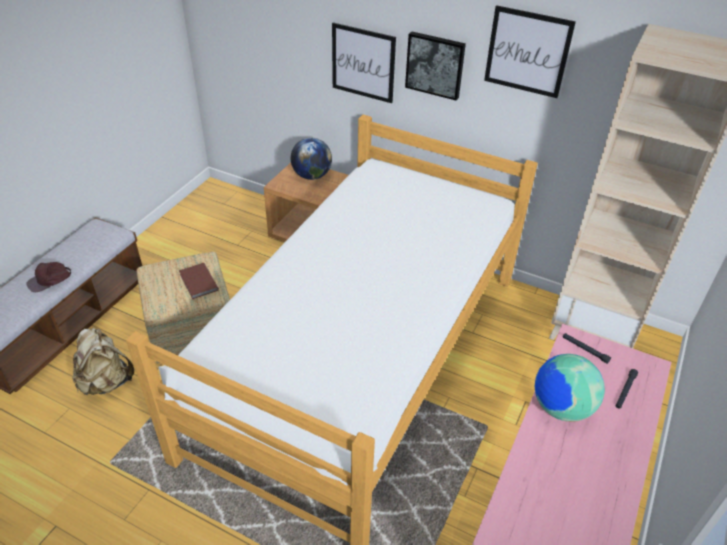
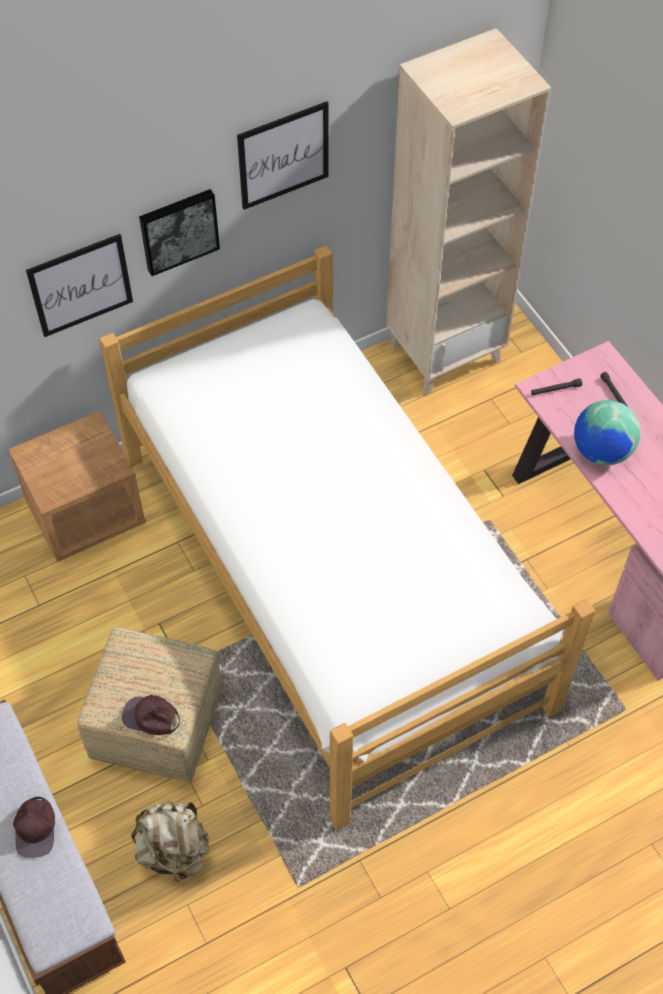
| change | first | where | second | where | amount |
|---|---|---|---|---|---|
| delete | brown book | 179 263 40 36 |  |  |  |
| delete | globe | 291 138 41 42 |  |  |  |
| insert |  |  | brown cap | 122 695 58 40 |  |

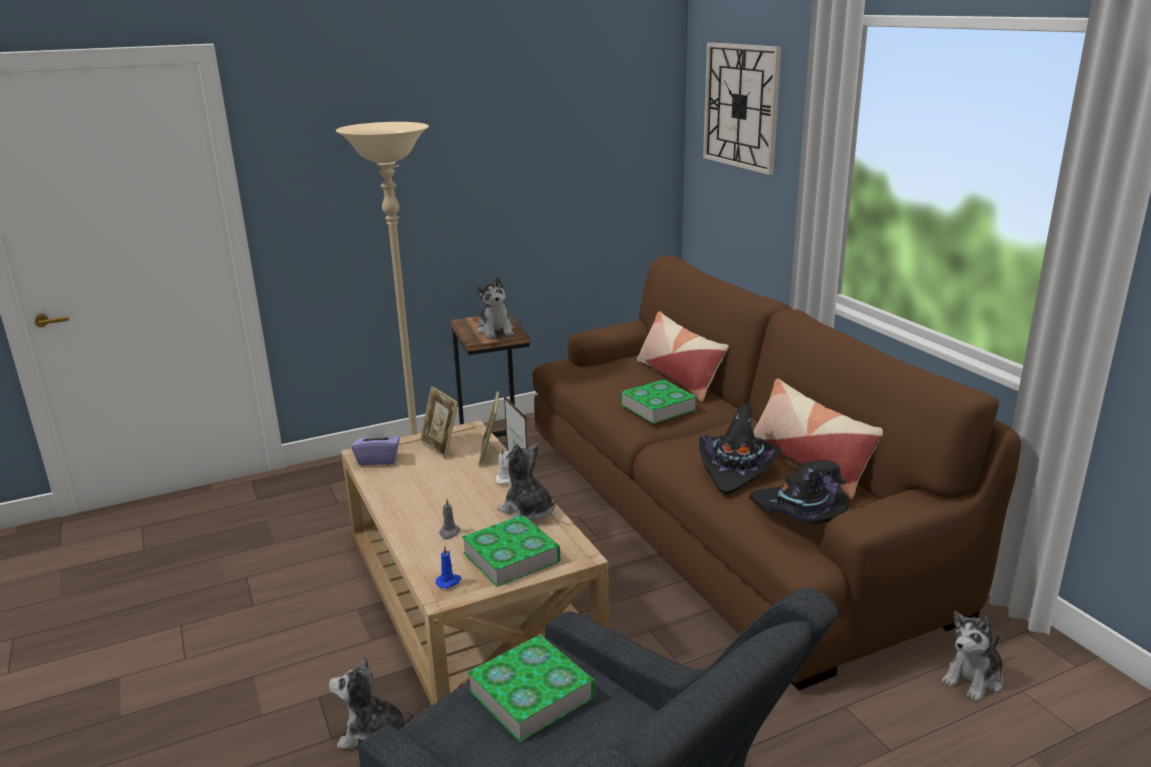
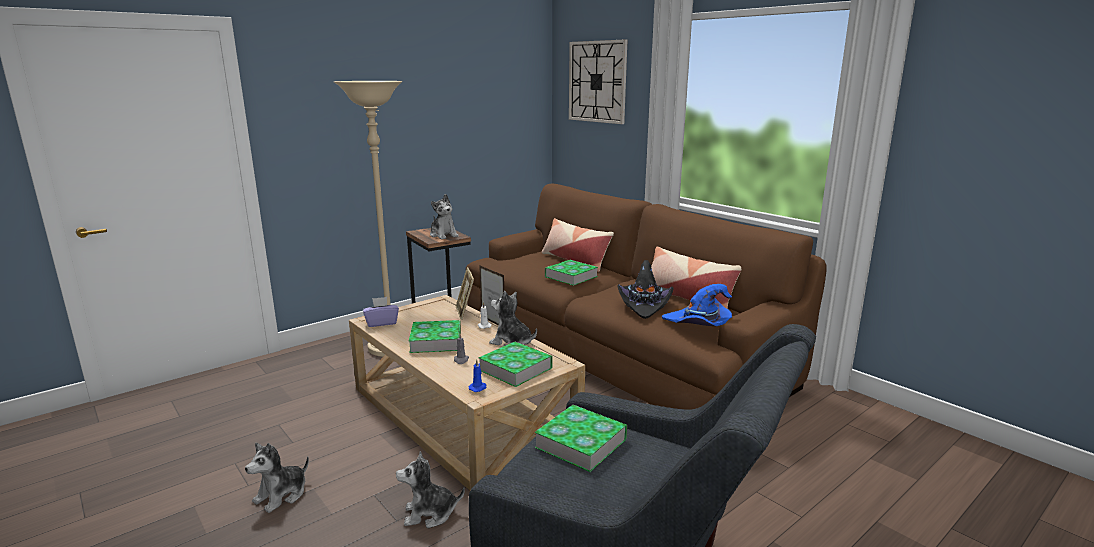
| change | first | where | second | where | amount |
|---|---|---|---|---|---|
| delete | picture frame | 420 386 38 72 |  |  |  |
| recolor | black hat | 749 460 100 65 | blue hat | 662 284 70 42 |  |
| move | plush toy | 942 611 61 90 |  | 245 443 64 70 |  |
| insert |  |  | book | 409 320 52 33 |  |

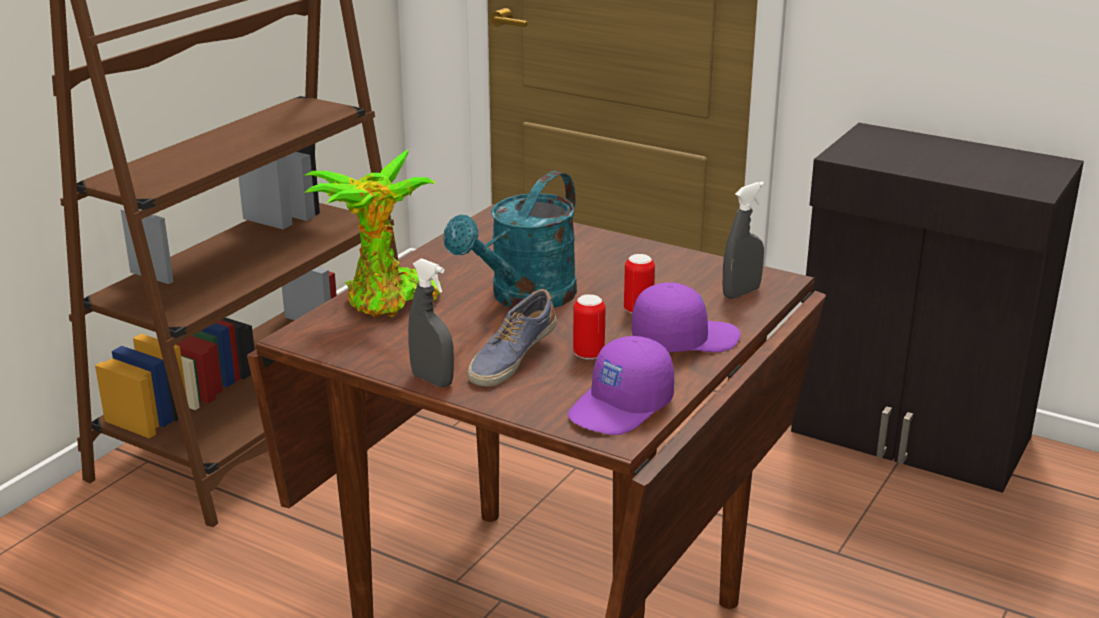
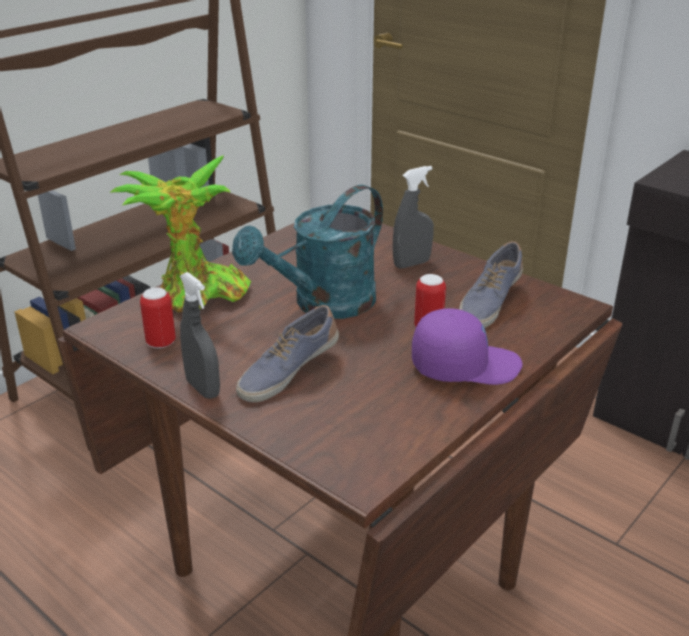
| change | first | where | second | where | amount |
|---|---|---|---|---|---|
| delete | purple cap | 567 336 107 99 |  |  |  |
| move | can | 573 294 33 66 |  | 140 287 36 62 |  |
| move | grey spray bottle | 723 182 41 117 |  | 393 166 41 102 |  |
| insert |  |  | shoe | 459 241 64 87 |  |

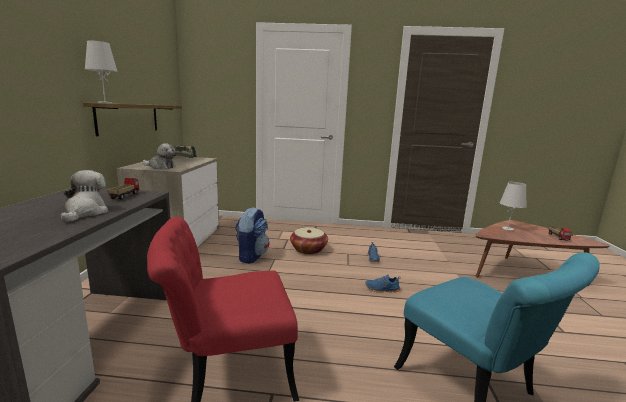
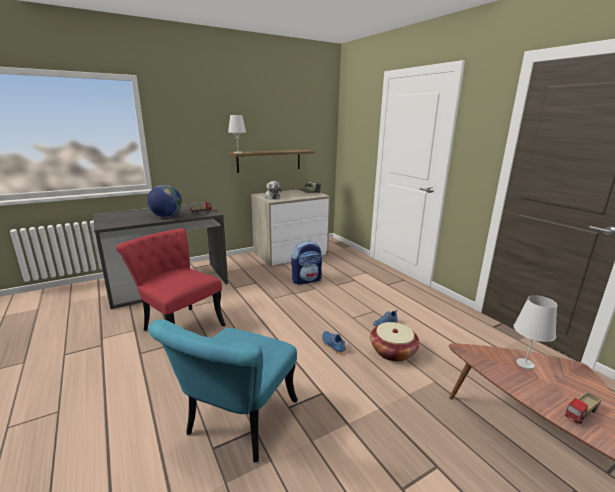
| change | first | where | second | where | amount |
|---|---|---|---|---|---|
| replace | plush toy | 61 170 47 52 | globe | 147 185 35 32 |  |
| move | basket | 290 227 38 27 |  | 370 322 49 40 |  |

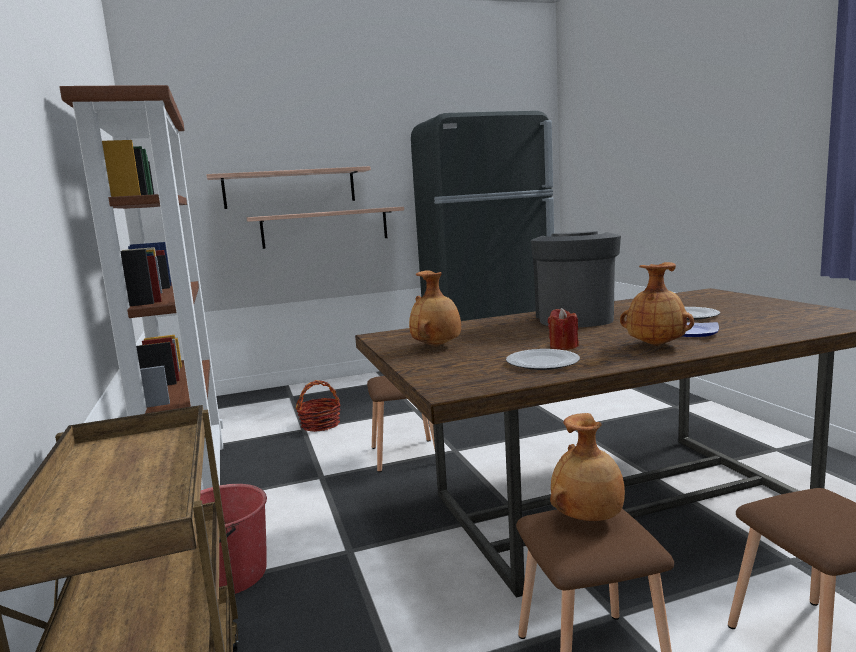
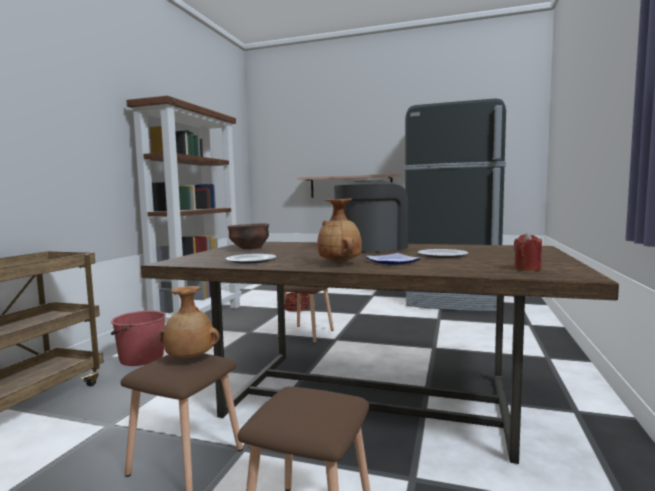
| change | first | where | second | where | amount |
|---|---|---|---|---|---|
| delete | shelf | 206 166 165 43 |  |  |  |
| replace | brown vase | 409 270 52 77 | brown bowl | 227 223 42 26 |  |
| move | red candle | 548 308 31 42 |  | 514 233 28 38 |  |

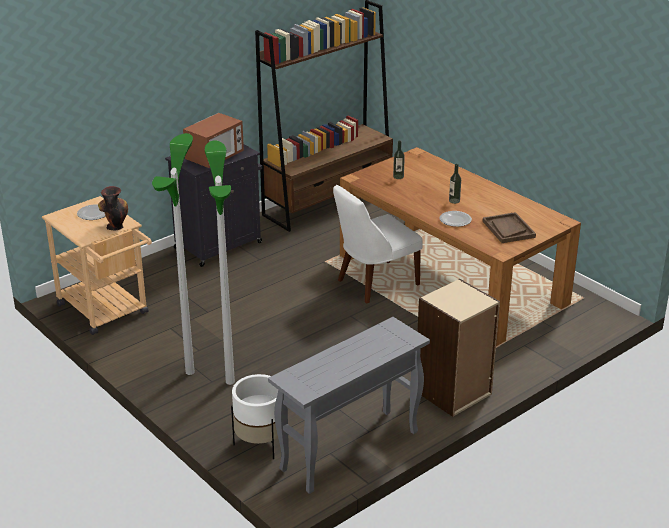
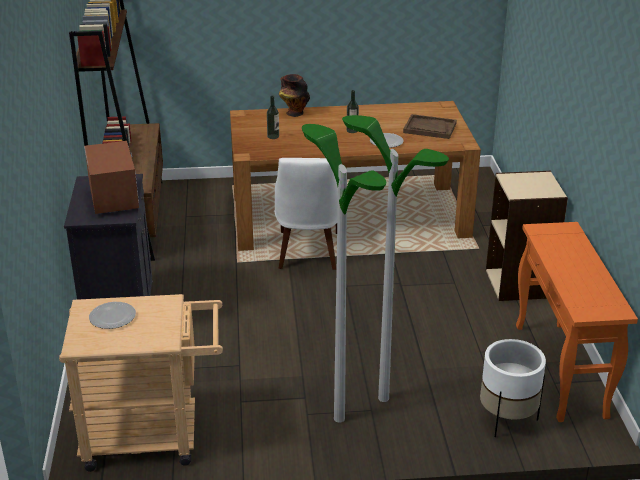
| change | first | where | second | where | amount |
|---|---|---|---|---|---|
| move | vase | 98 186 30 44 |  | 279 74 31 43 |  |
| recolor | grey console table | 268 317 162 177 | orange console table | 516 222 122 200 |  |

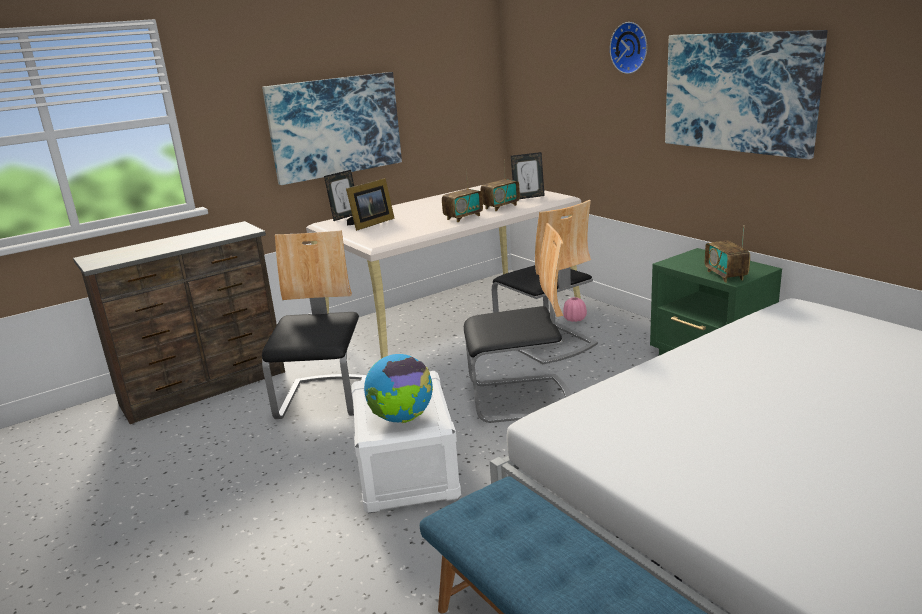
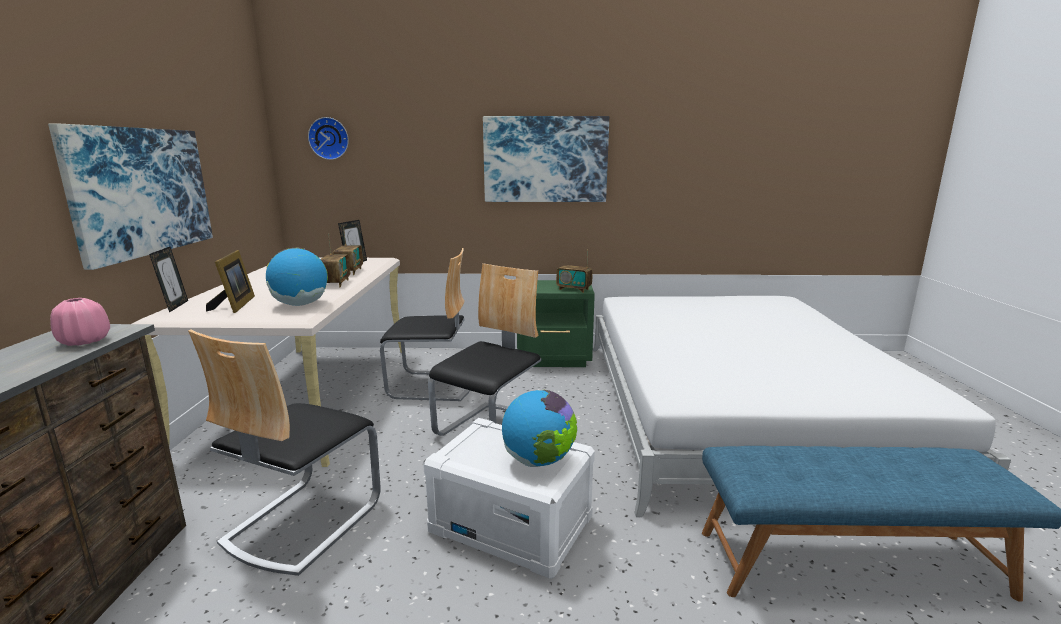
| change | first | where | second | where | amount |
|---|---|---|---|---|---|
| rotate | chair | 262 230 105 189 |  | 188 329 193 247 | 105 degrees counterclockwise |
| move | pink vase | 563 297 24 25 |  | 50 298 60 48 |  |
| move | wall clock | 610 22 37 52 |  | 308 117 41 43 |  |
| insert |  |  | globe | 266 248 62 58 |  |

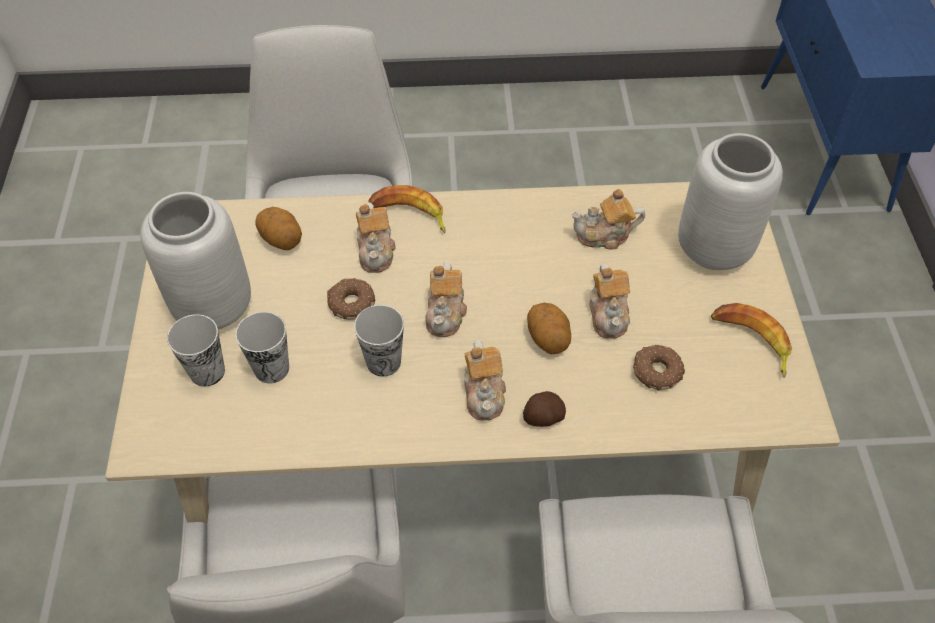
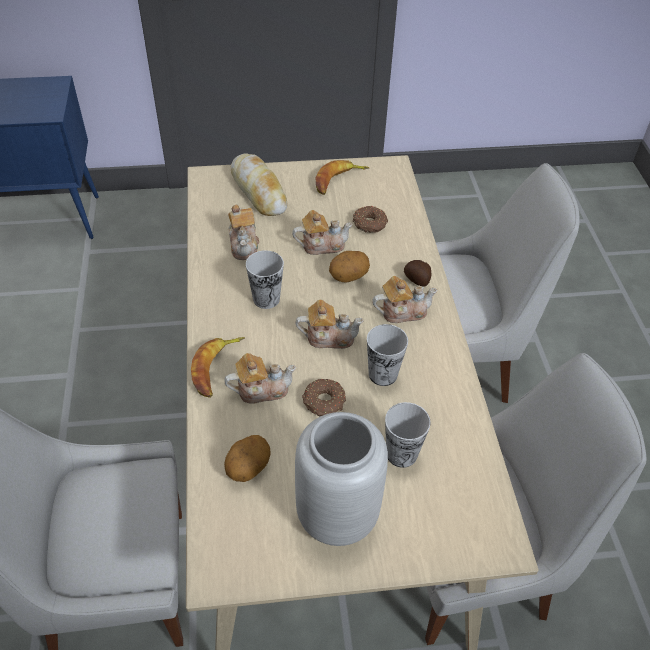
| change | first | where | second | where | amount |
|---|---|---|---|---|---|
| move | cup | 167 314 58 73 |  | 246 250 38 59 |  |
| replace | grey vase | 678 133 105 137 | bread | 231 153 57 63 |  |

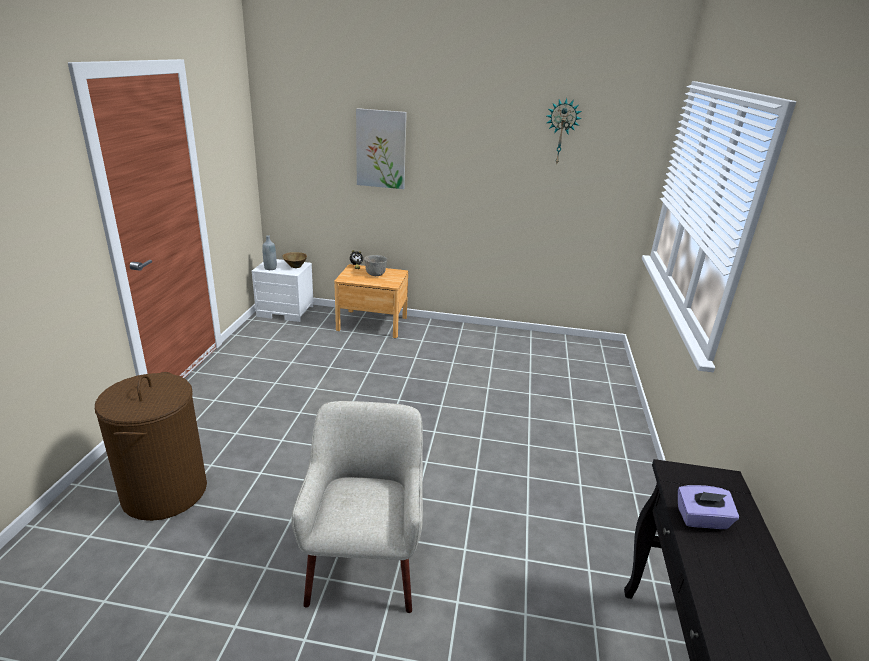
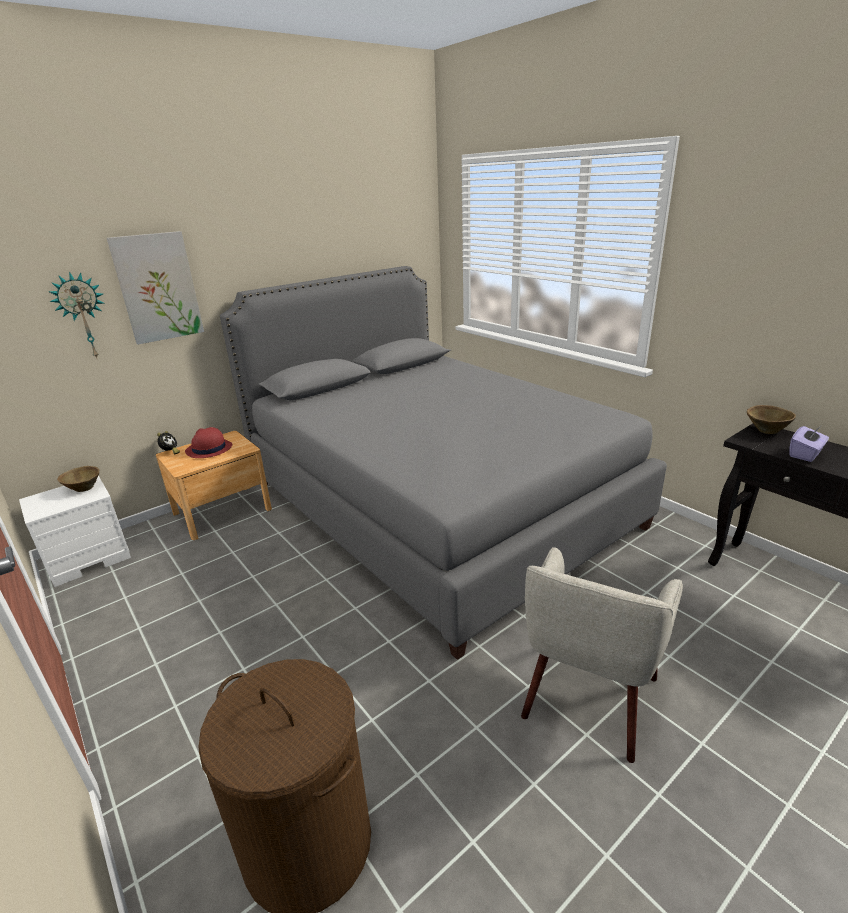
| change | first | where | second | where | amount |
|---|---|---|---|---|---|
| delete | grey bottle | 262 235 15 35 |  |  |  |
| rotate | beige armchair | 291 401 132 212 |  | 521 547 162 216 | 105 degrees counterclockwise |
| replace | grey bowl | 364 255 23 21 | red hat | 185 427 47 31 |  |
| move | wall clock | 547 98 35 65 |  | 48 272 56 86 |  |
| insert |  |  | grey bed | 220 266 447 394 |  |
| insert |  |  | brown bowl | 747 405 49 29 |  |

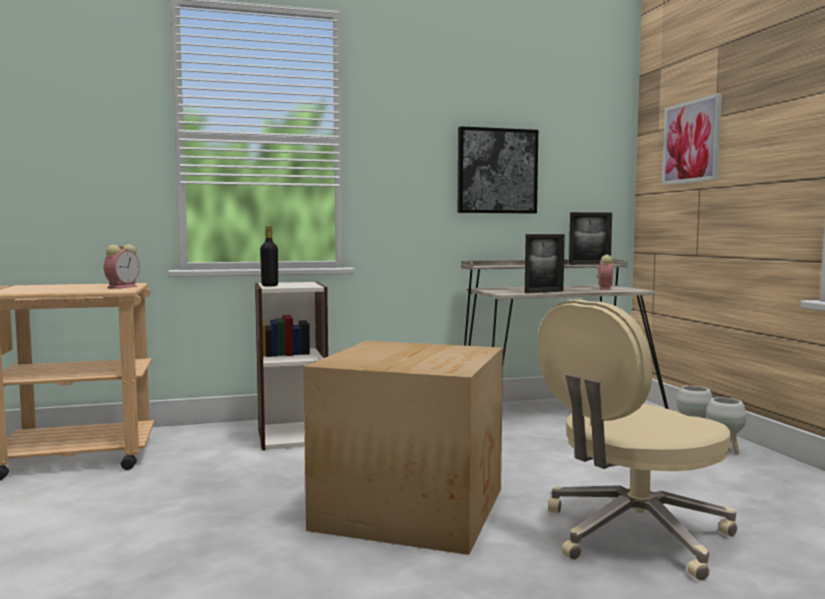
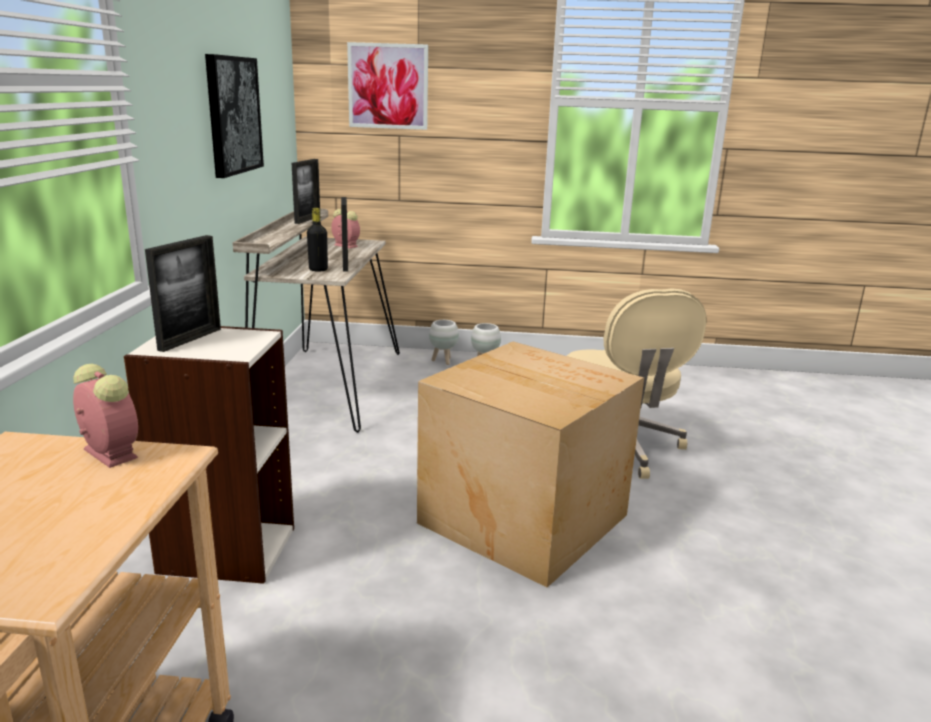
| change | first | where | second | where | amount |
|---|---|---|---|---|---|
| move | black bottle | 260 226 18 60 |  | 307 208 21 63 |  |
| insert |  |  | picture frame | 145 235 76 117 |  |

